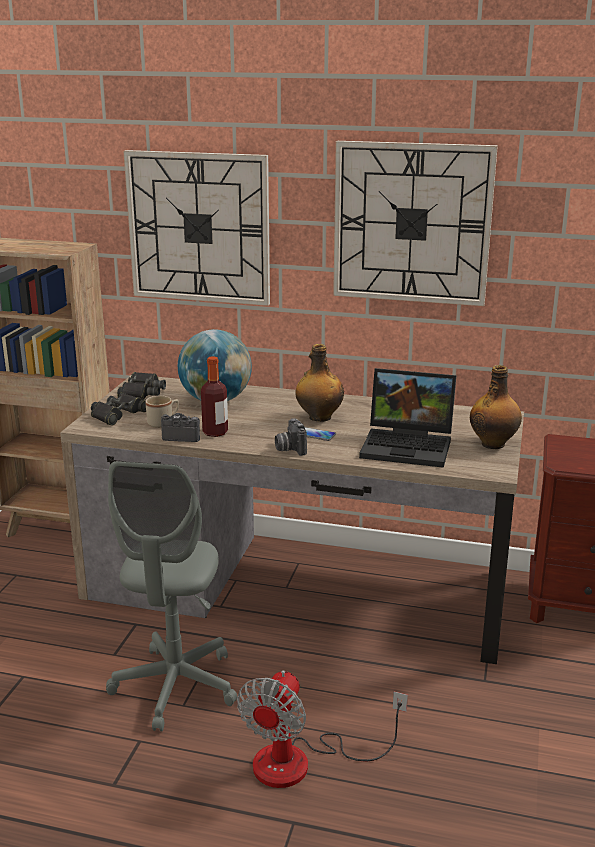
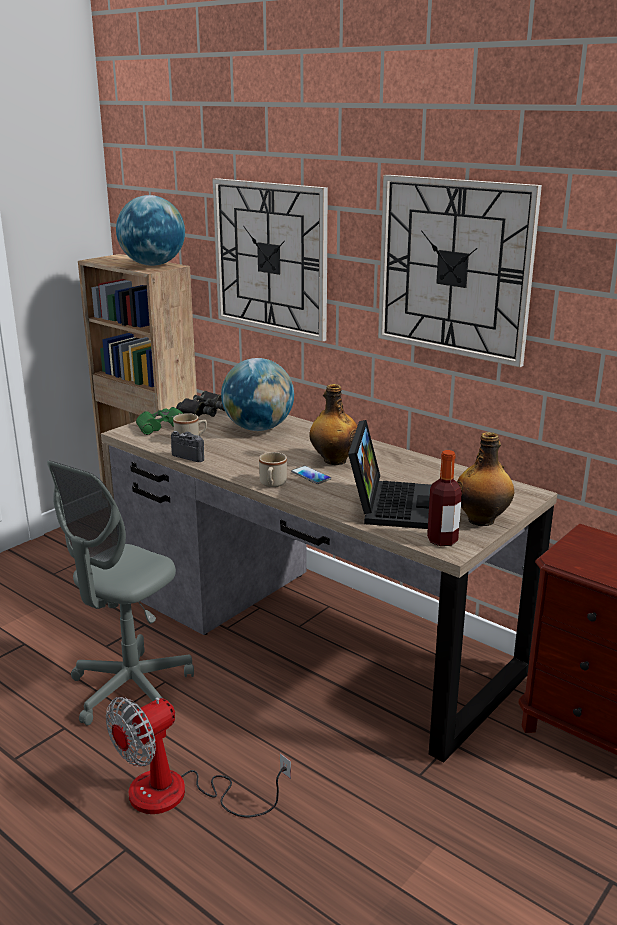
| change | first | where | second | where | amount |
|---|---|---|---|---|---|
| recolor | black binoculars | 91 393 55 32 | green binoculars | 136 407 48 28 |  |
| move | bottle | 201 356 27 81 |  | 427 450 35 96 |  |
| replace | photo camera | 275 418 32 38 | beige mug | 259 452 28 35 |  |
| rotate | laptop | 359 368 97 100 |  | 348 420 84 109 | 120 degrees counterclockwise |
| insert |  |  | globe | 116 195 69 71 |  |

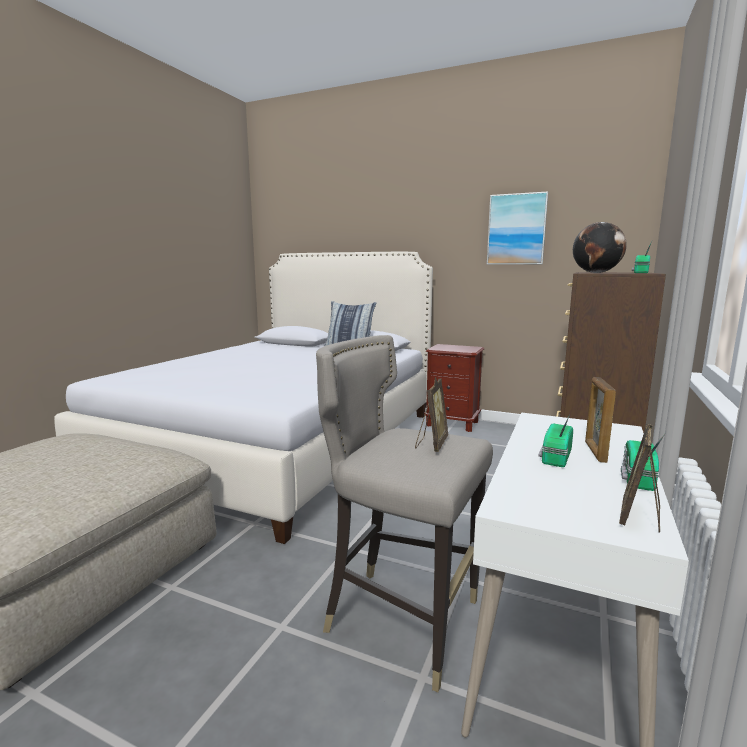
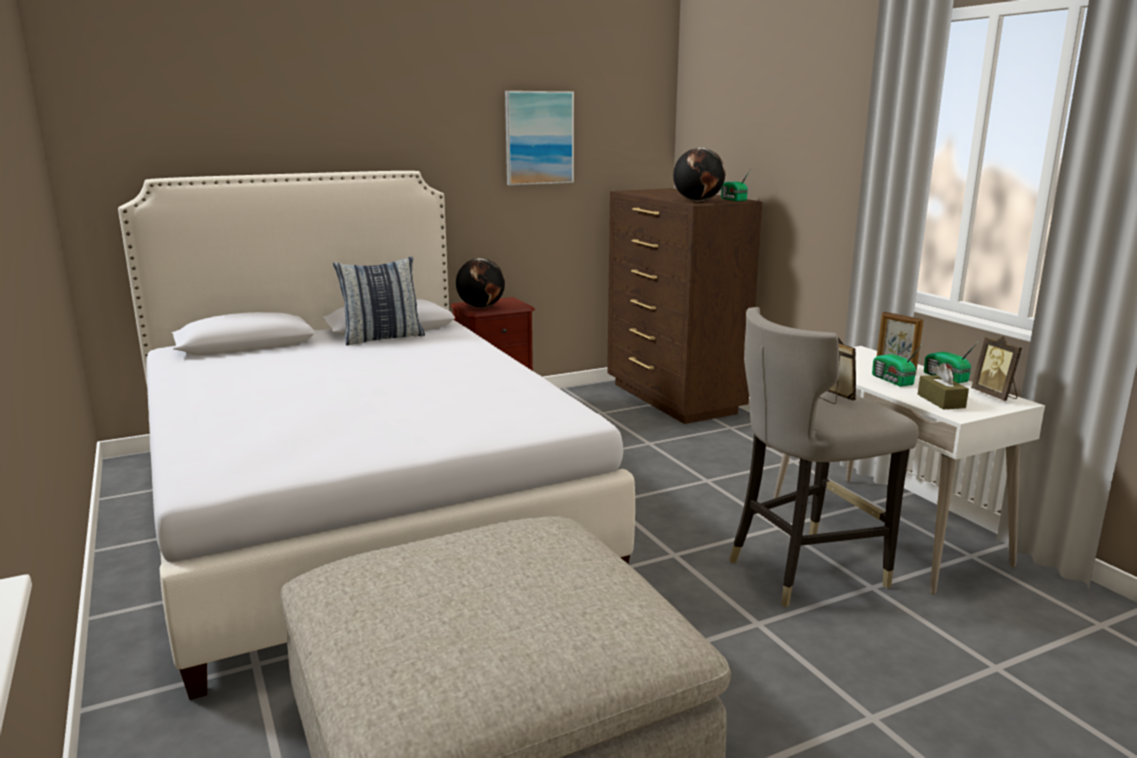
| change | first | where | second | where | amount |
|---|---|---|---|---|---|
| insert |  |  | globe | 456 258 49 50 |  |
| insert |  |  | brown tissue box | 918 363 51 46 |  |

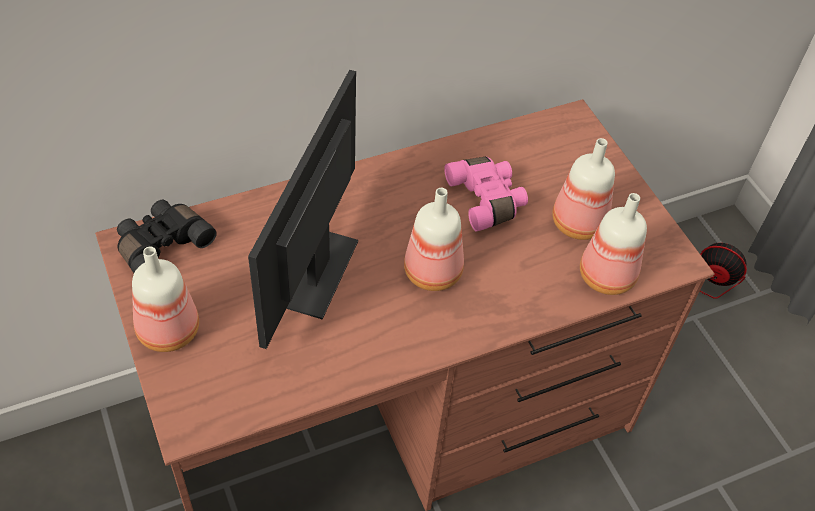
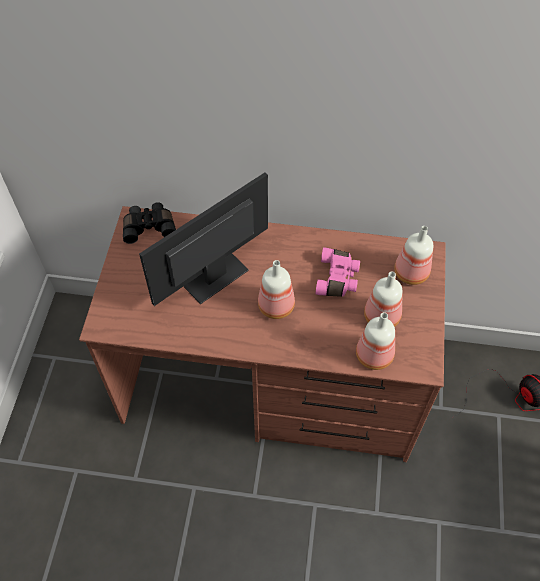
| change | first | where | second | where | amount |
|---|---|---|---|---|---|
| move | bottle | 132 246 67 106 |  | 394 226 39 59 |  |

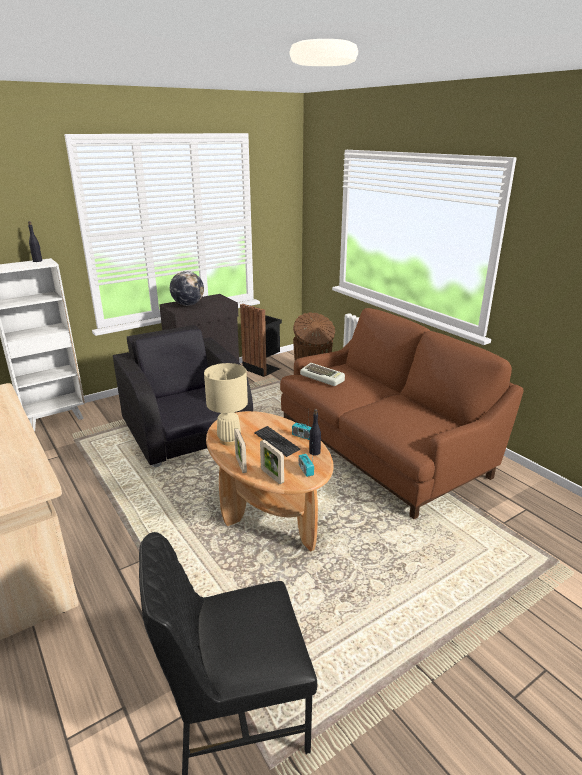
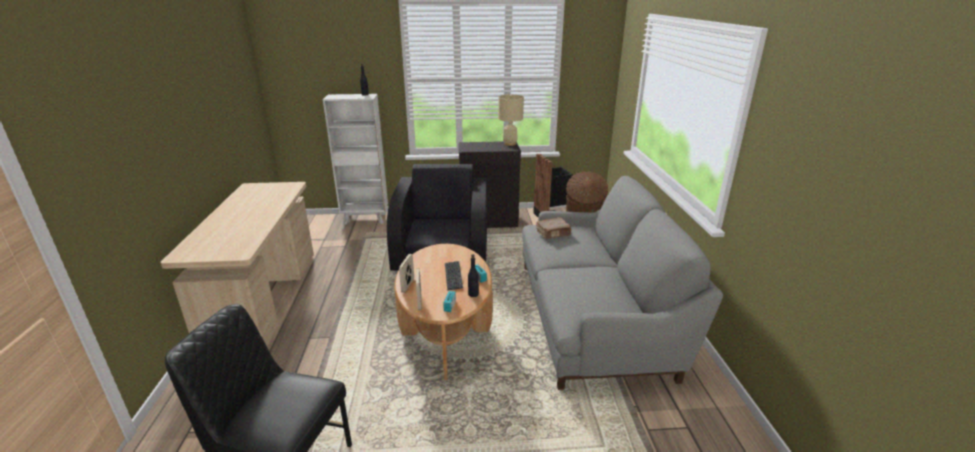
| change | first | where | second | where | amount |
|---|---|---|---|---|---|
| delete | globe | 170 271 34 35 |  |  |  |
| move | beige table lamp | 204 363 44 83 |  | 498 95 26 51 |  |
| recolor | brown sofa | 280 308 244 211 | grey sofa | 522 176 201 214 |  |
| replace | keyboard | 300 363 45 23 | brown book | 536 217 35 22 |  |

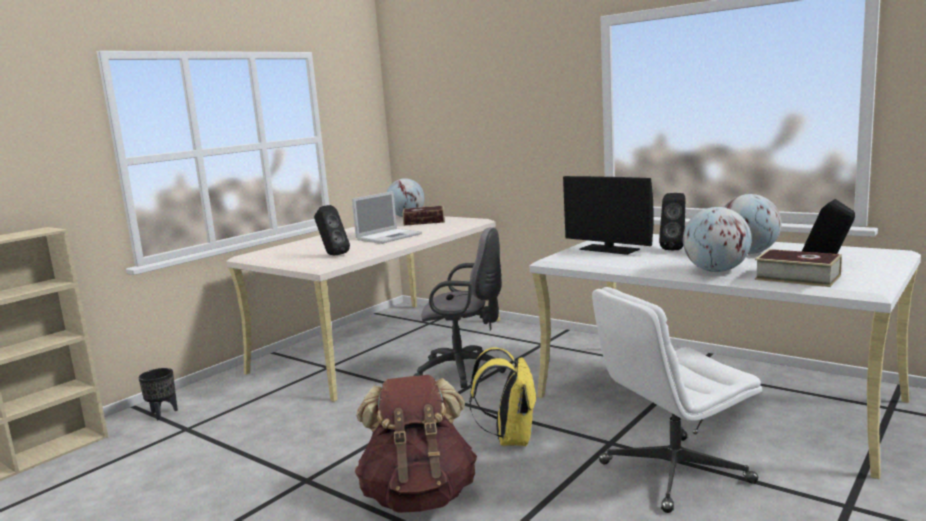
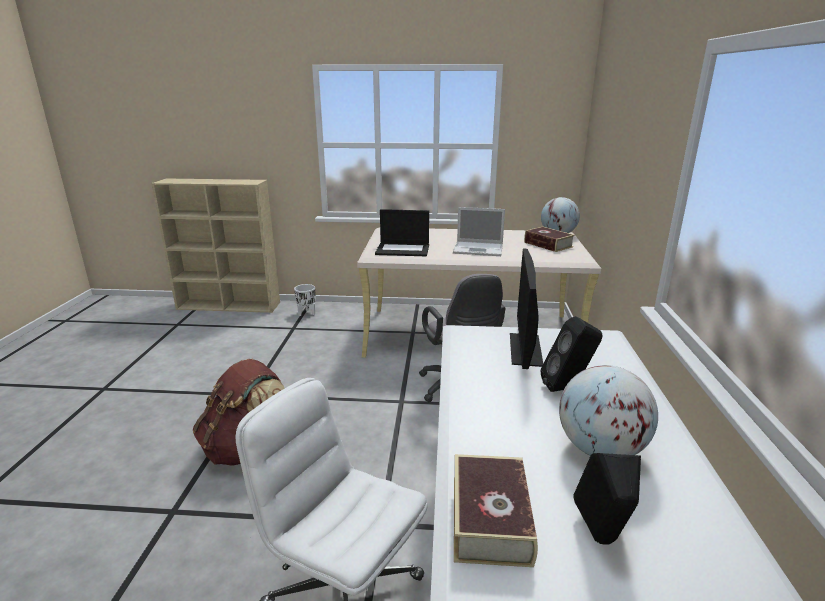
| change | first | where | second | where | amount |
|---|---|---|---|---|---|
| recolor | black planter | 138 368 40 53 | white planter | 294 284 22 32 |  |
| replace | black speaker | 314 205 36 50 | laptop | 375 209 54 47 |  |
| delete | yellow backpack | 469 347 68 99 |  |  |  |
| delete | globe | 683 207 69 65 |  |  |  |

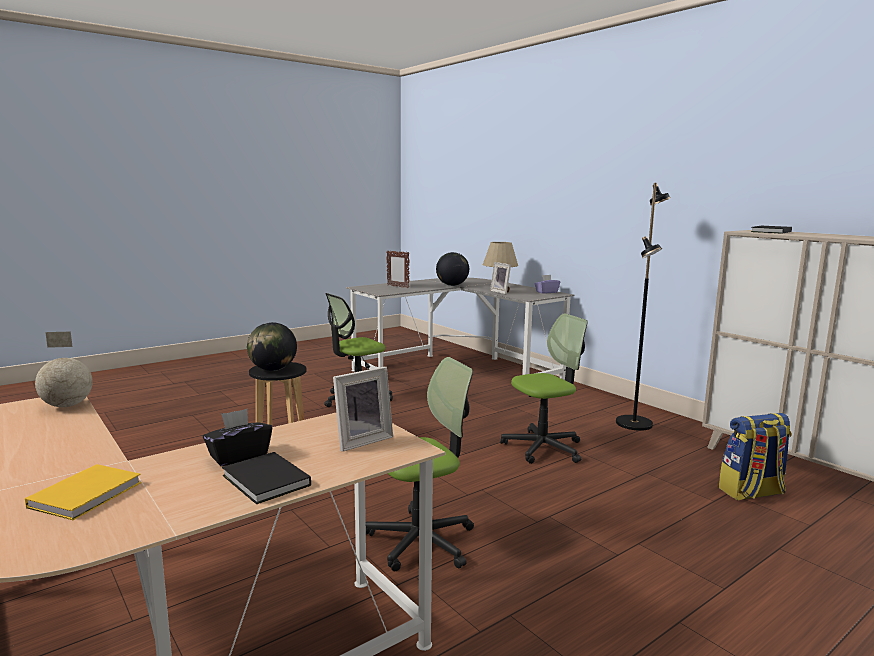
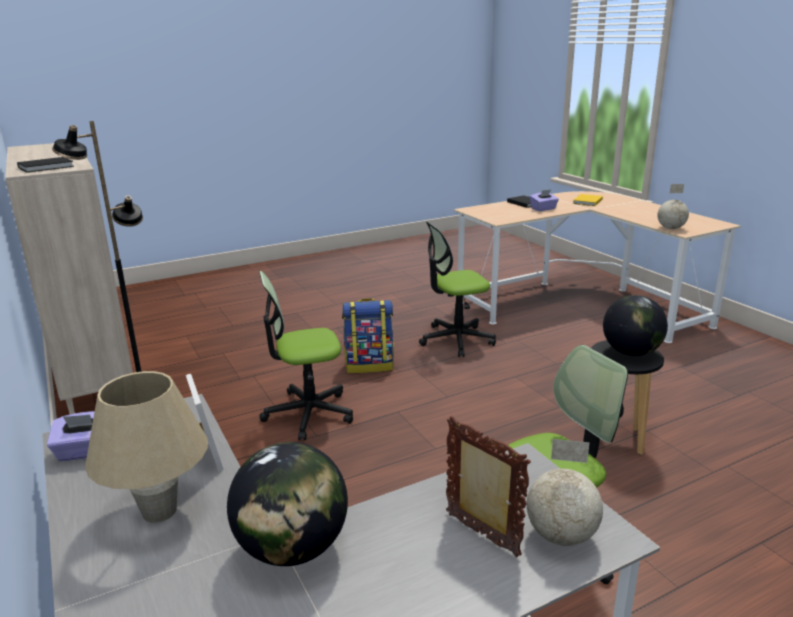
| change | first | where | second | where | amount |
|---|---|---|---|---|---|
| recolor | black tissue box | 203 409 69 57 | purple tissue box | 530 190 29 21 |  |
| delete | picture frame | 333 366 60 86 |  |  |  |
| move | backpack | 719 413 73 88 |  | 342 298 52 75 |  |
| insert |  |  | globe | 527 439 76 107 |  |

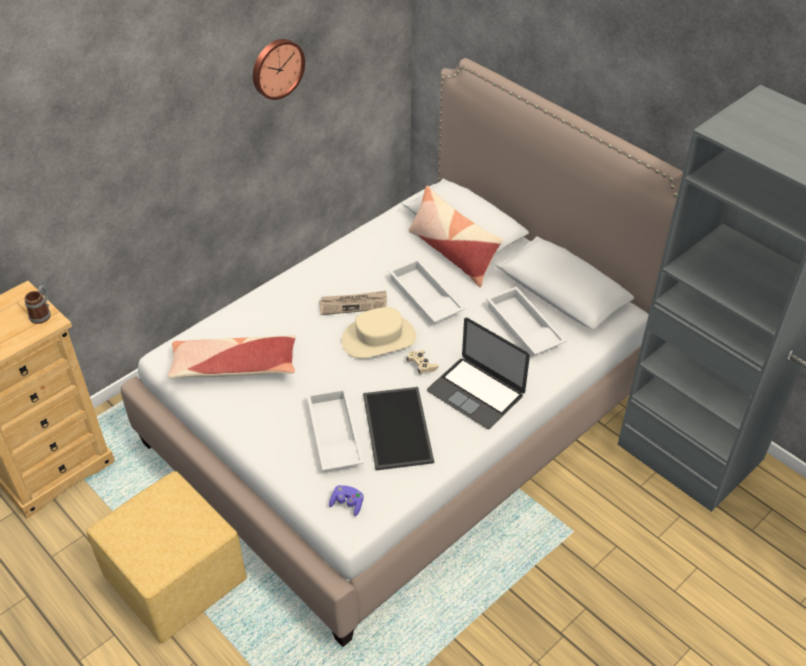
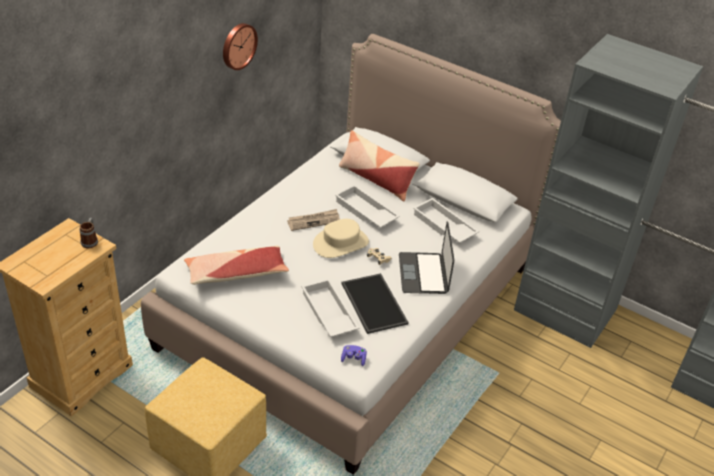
| change | first | where | second | where | amount |
|---|---|---|---|---|---|
| rotate | laptop | 427 318 103 111 |  | 399 222 55 72 | 60 degrees clockwise |

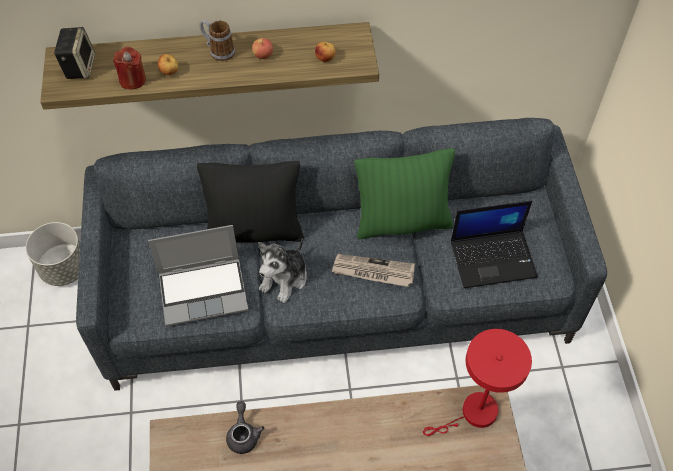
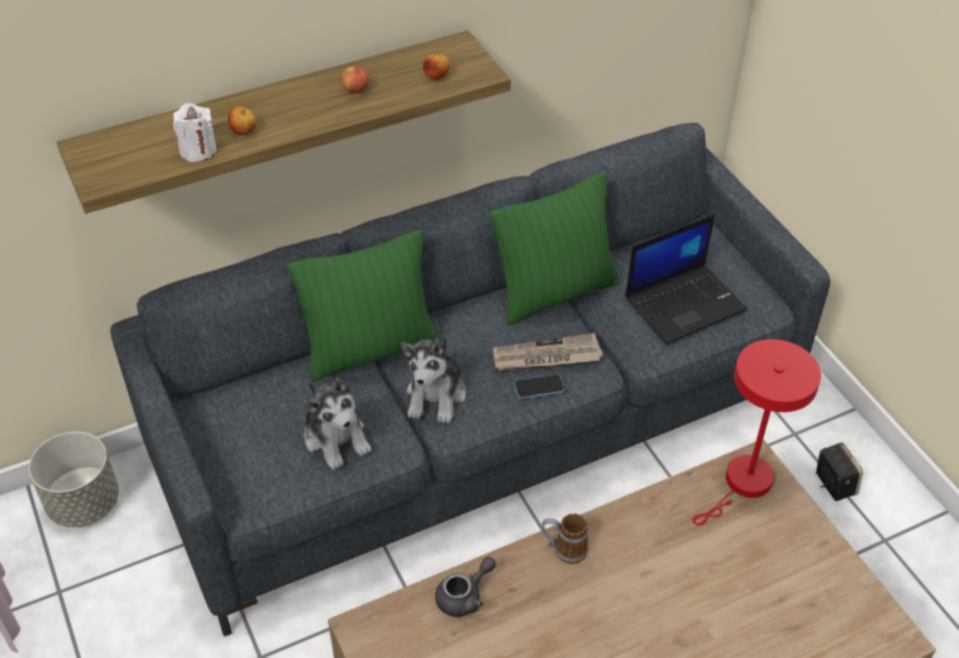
| change | first | where | second | where | amount |
|---|---|---|---|---|---|
| move | speaker | 54 27 41 52 |  | 816 442 47 59 |  |
| recolor | red candle | 113 47 33 43 | white candle | 173 103 43 59 |  |
| replace | laptop | 148 225 100 101 | plush toy | 304 377 67 93 |  |
| recolor | black pillow | 197 161 107 82 | green pillow | 288 230 151 152 |  |
| move | mug | 199 19 36 42 |  | 541 513 47 51 |  |
| rotate | grey teapot | 226 401 38 53 |  | 435 557 61 60 | 75 degrees clockwise |
| insert |  |  | phone | 514 375 50 24 |  |

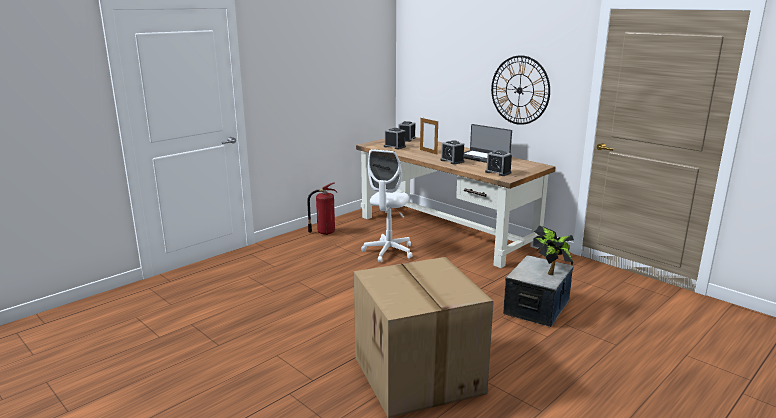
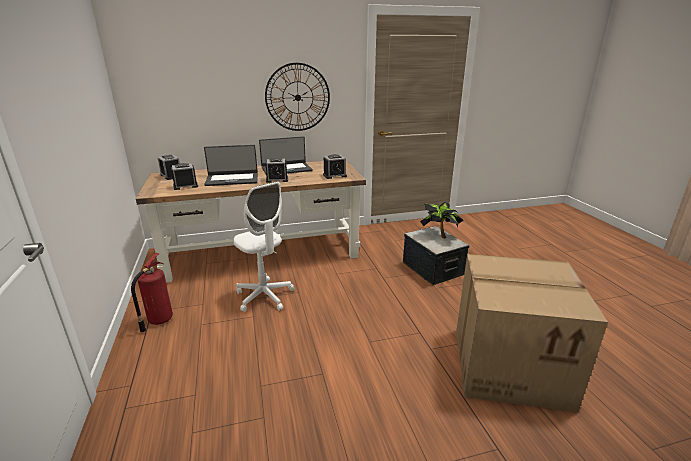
| change | first | where | second | where | amount |
|---|---|---|---|---|---|
| replace | picture frame | 420 118 18 36 | laptop | 204 145 54 41 |  |

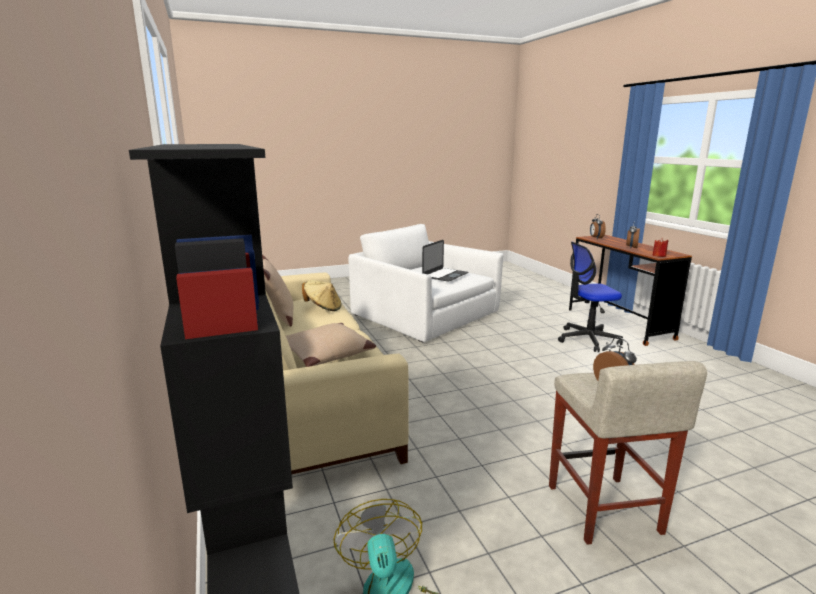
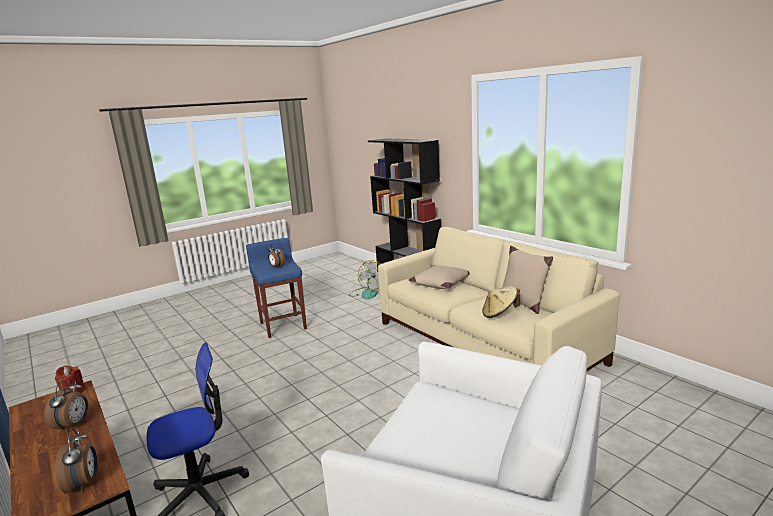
| change | first | where | second | where | amount |
|---|---|---|---|---|---|
| delete | laptop | 422 240 46 42 |  |  |  |
| recolor | beige stool | 549 361 158 184 | blue stool | 246 238 61 100 |  |

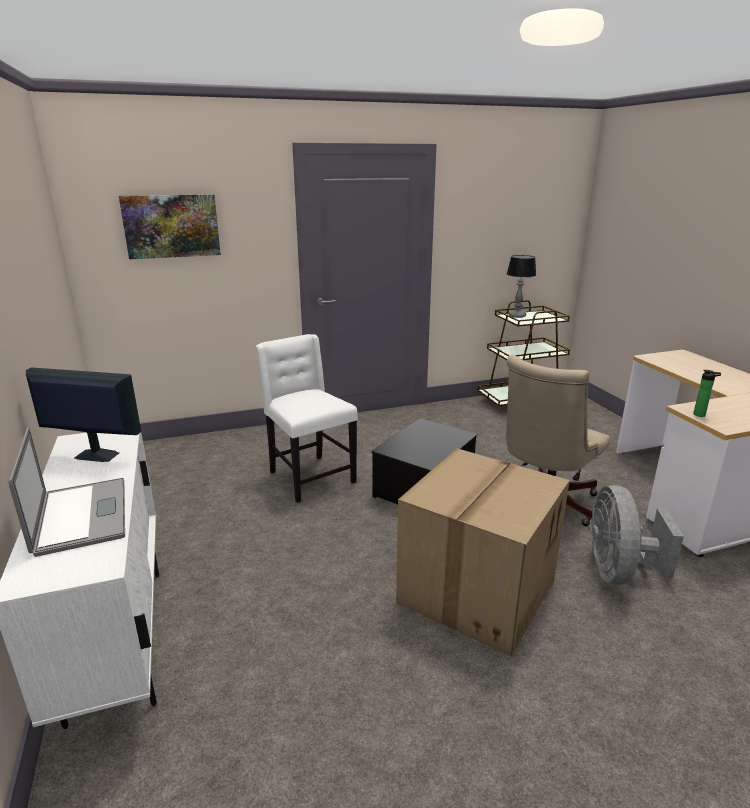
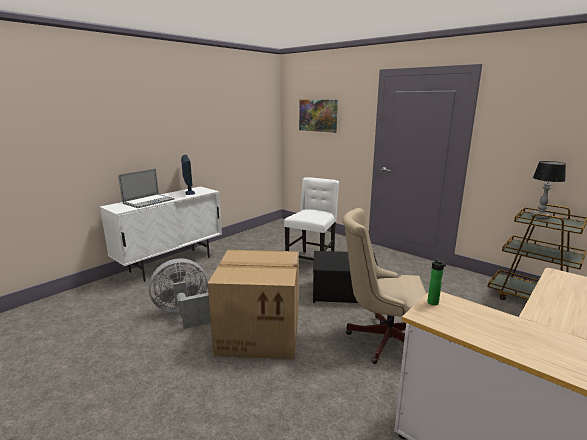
| change | first | where | second | where | amount |
|---|---|---|---|---|---|
| move | grey fan | 590 485 94 100 |  | 148 258 63 71 |  |

